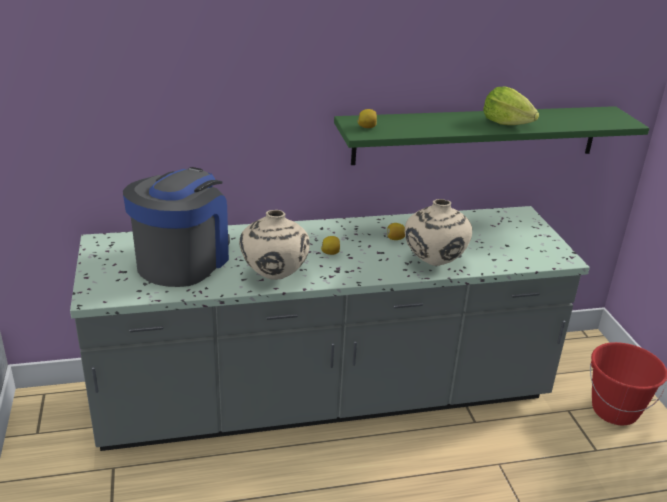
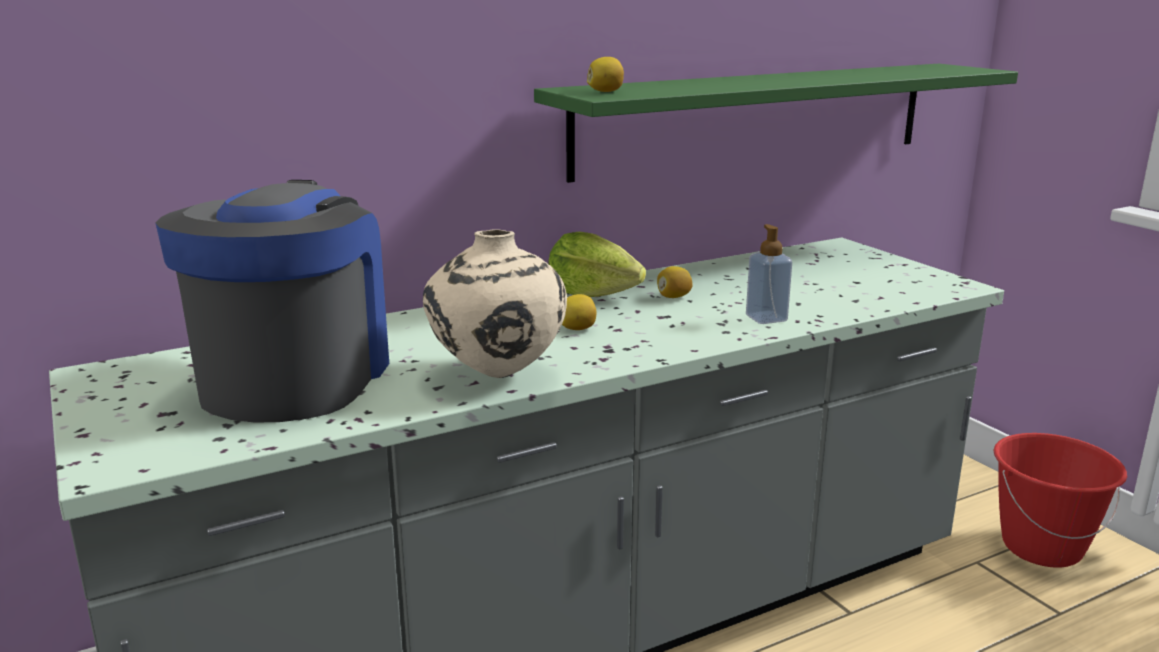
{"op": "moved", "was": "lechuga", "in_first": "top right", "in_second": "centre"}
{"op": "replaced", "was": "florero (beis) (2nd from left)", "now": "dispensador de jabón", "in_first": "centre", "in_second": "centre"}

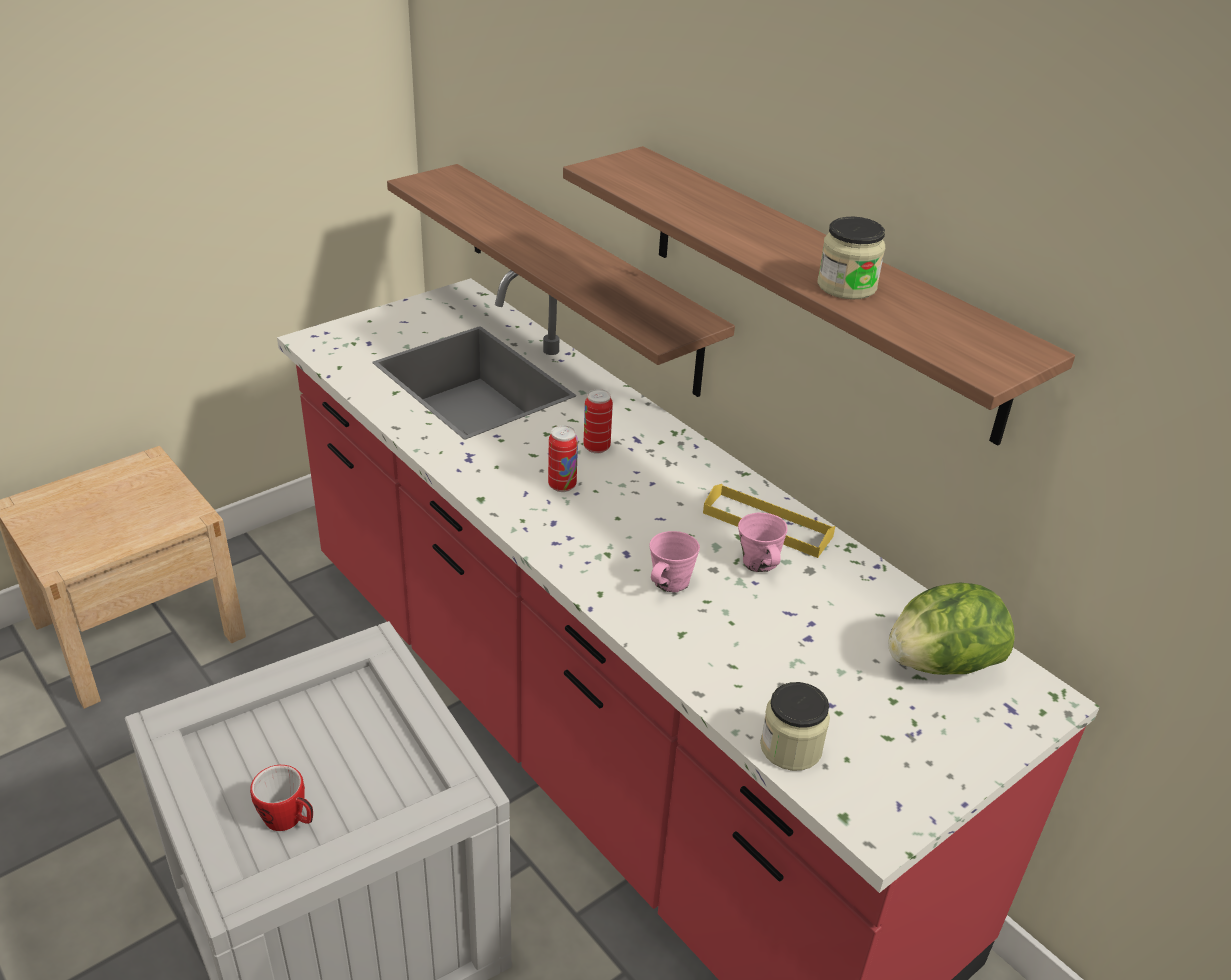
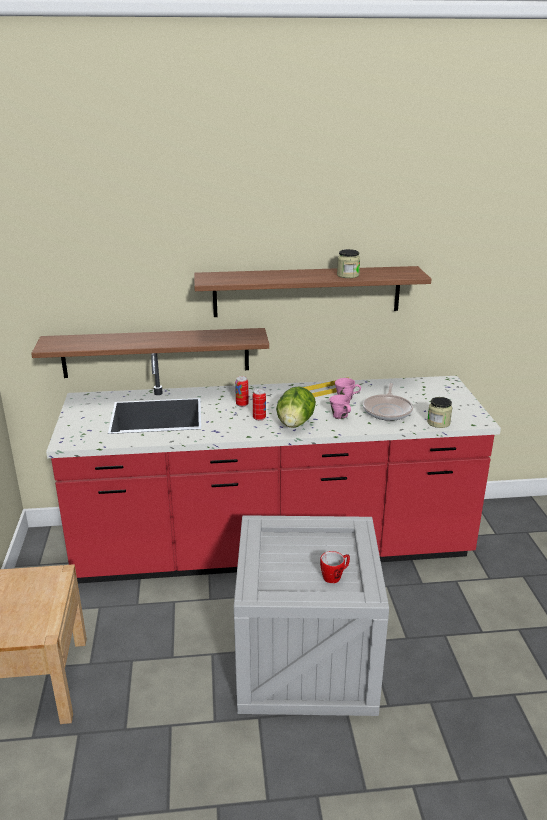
{"op": "added", "now": "sartén", "in_second": "middle right"}
{"op": "moved", "was": "lechuga", "in_first": "middle right", "in_second": "centre"}

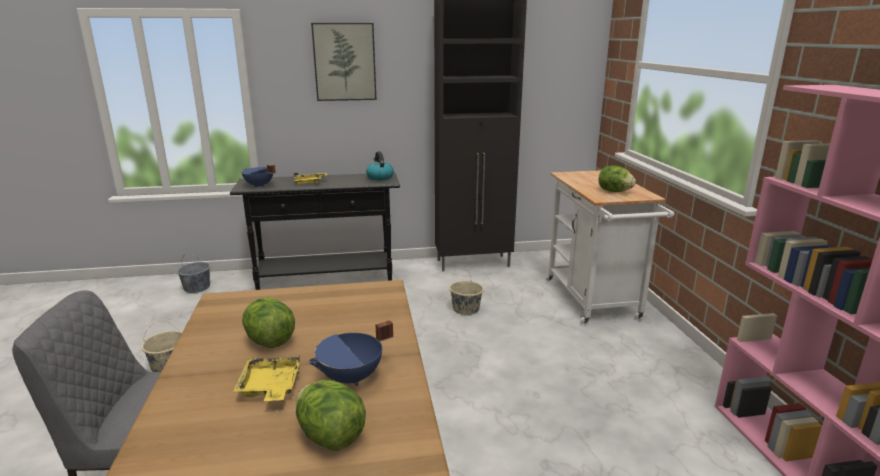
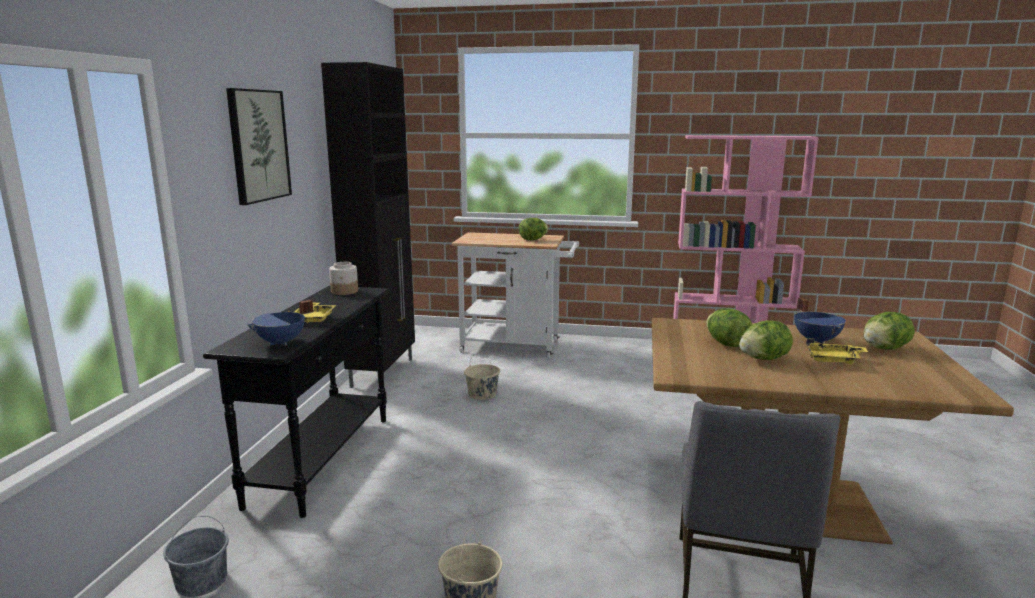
{"op": "added", "now": "lechuga (2nd from left)", "in_second": "middle right"}
{"op": "replaced", "was": "hervidor", "now": "tarro", "in_first": "centre", "in_second": "middle left"}

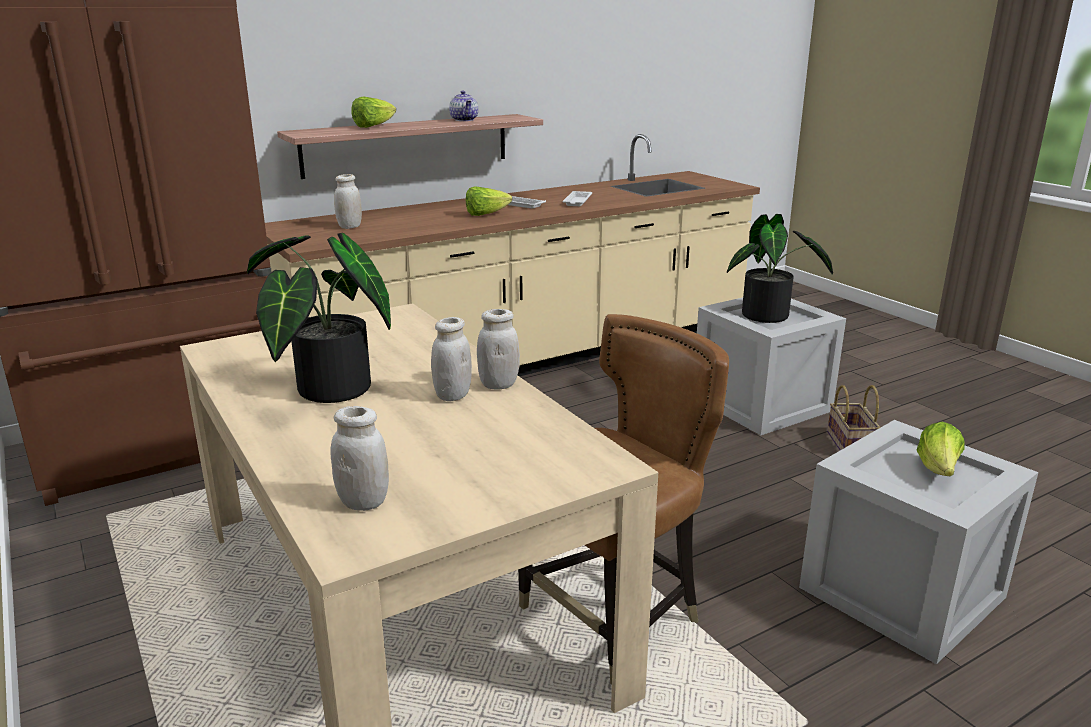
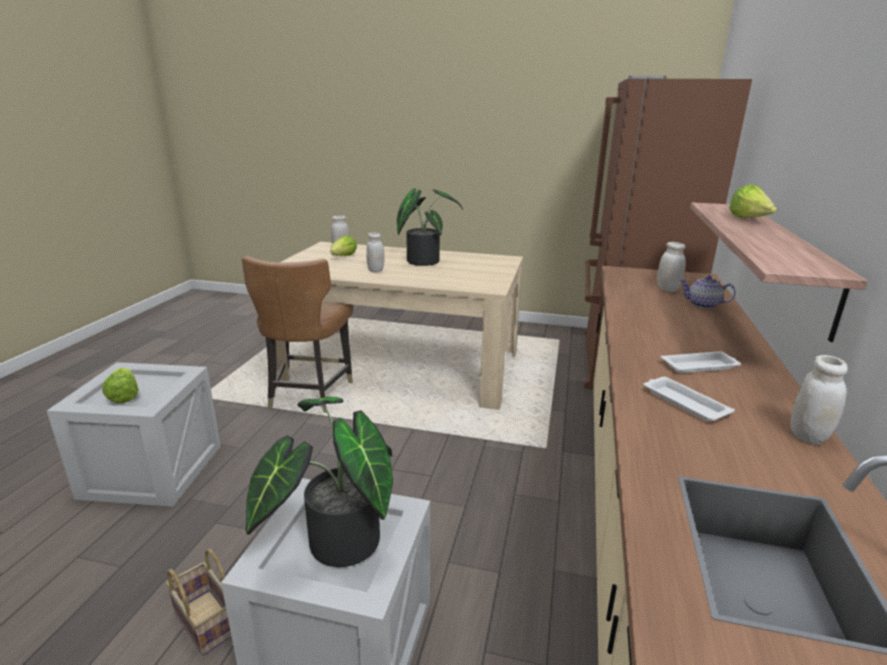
{"op": "moved", "was": "tetera", "in_first": "top centre", "in_second": "middle right"}
{"op": "moved", "was": "lechuga (2nd from left)", "in_first": "top centre", "in_second": "centre"}
{"op": "moved", "was": "tarro (blanco) (4th from left)", "in_first": "centre", "in_second": "middle right"}

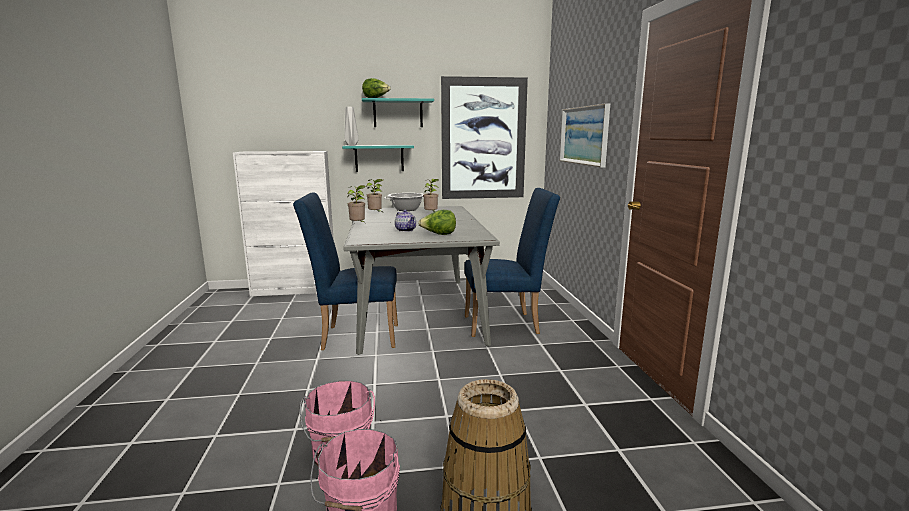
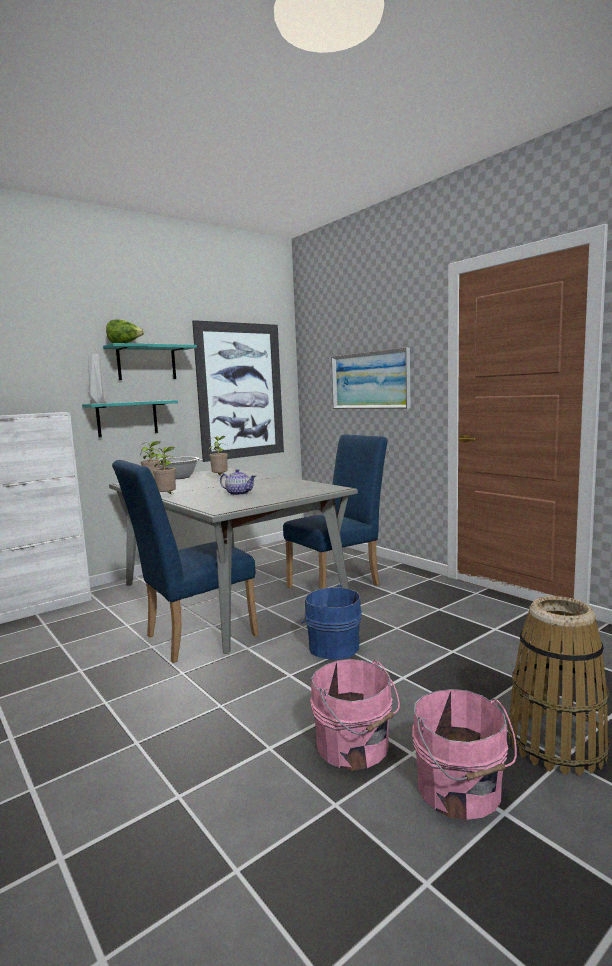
{"op": "removed", "was": "lechuga (2nd from left)", "in_first": "centre"}
{"op": "added", "now": "cubo (azul)", "in_second": "centre"}

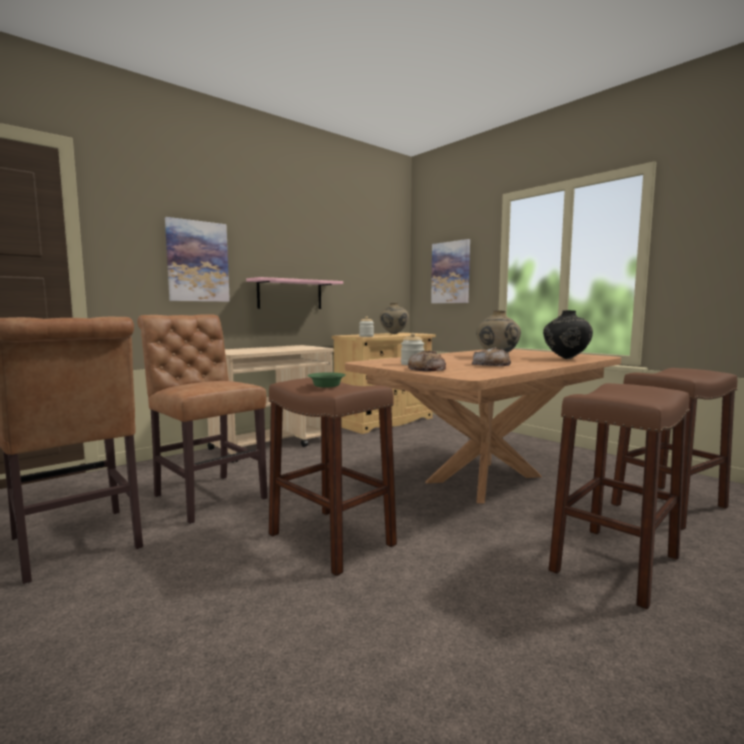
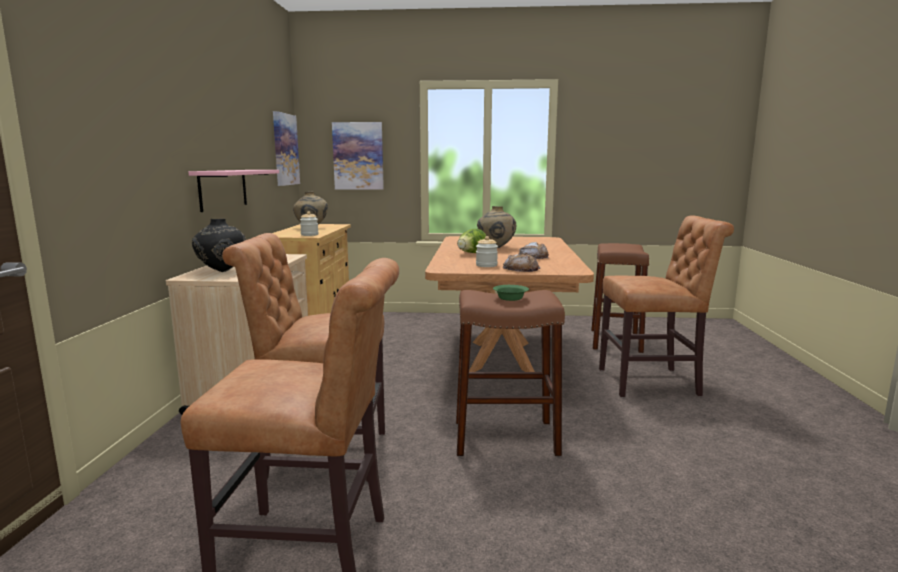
{"op": "added", "now": "lechuga", "in_second": "centre"}
{"op": "moved", "was": "cuadro (1st from left)", "in_first": "middle left", "in_second": "top left"}
{"op": "moved", "was": "florero (negro)", "in_first": "middle right", "in_second": "middle left"}
{"op": "replaced", "was": "taburete (marrón) (2nd from left)", "now": "silla (marrón) (3rd from left)", "in_first": "bottom right", "in_second": "middle right"}

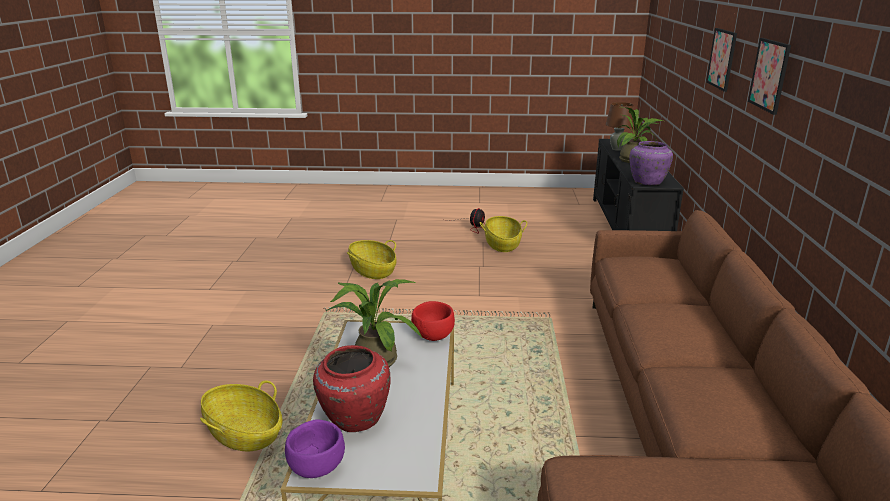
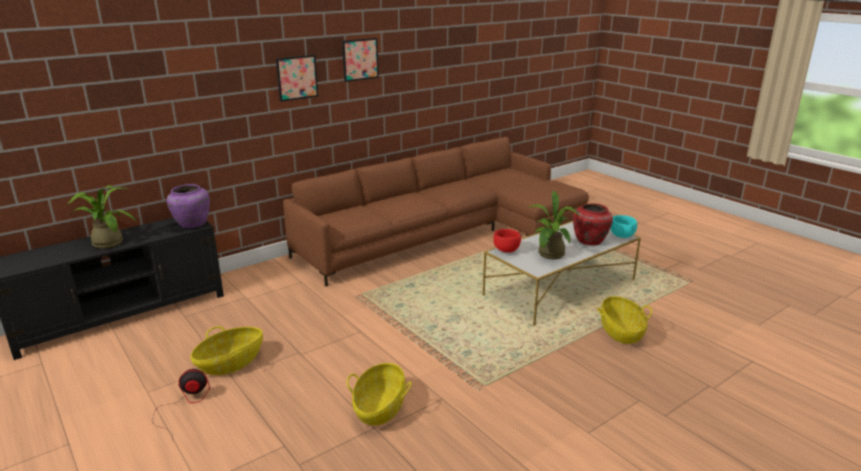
{"op": "removed", "was": "lámpara de mesa (marrón)", "in_first": "top right"}
{"op": "moved", "was": "cuadro (1st from left in the first image)", "now": "cuadro (2nd from left)", "in_first": "top right", "in_second": "top centre"}
{"op": "recoloured", "was": "cuenco (morado)", "now": "cuenco (turquesa)", "in_first": "bottom centre", "in_second": "middle right"}

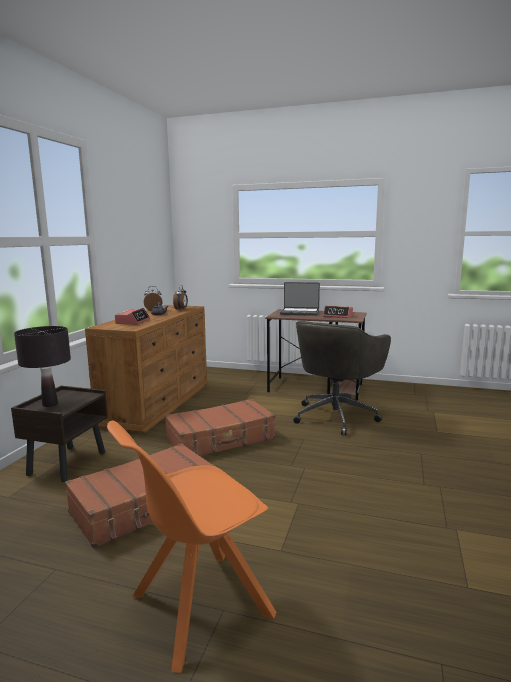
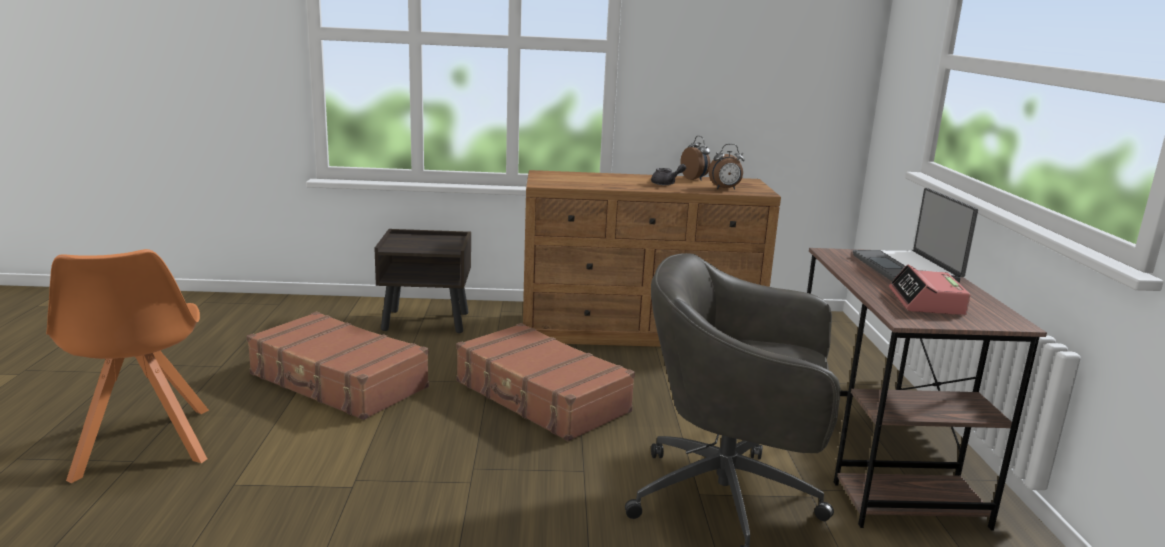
{"op": "removed", "was": "lámpara de mesa (negro)", "in_first": "middle left"}
{"op": "removed", "was": "despertador (1st from left)", "in_first": "middle left"}
{"op": "turned", "was": "silla (naranja)", "in_first": "bottom centre", "in_second": "bottom left", "clockwise": -150}

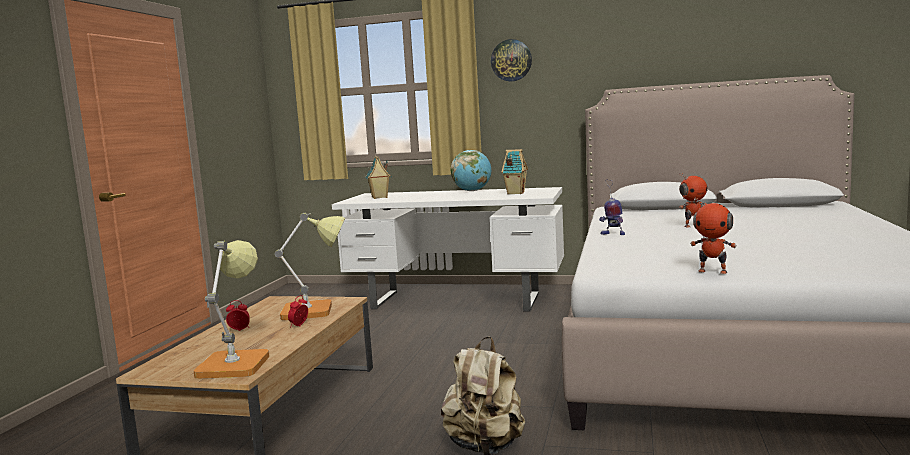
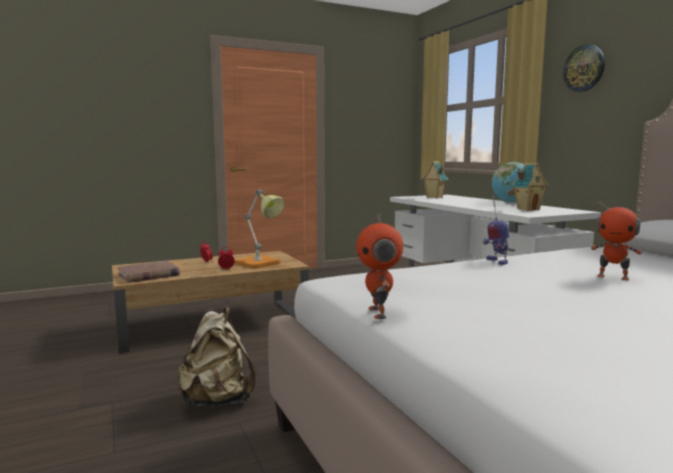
{"op": "replaced", "was": "lámpara de mesa (1st from left)", "now": "libro (marrón)", "in_first": "bottom left", "in_second": "middle left"}

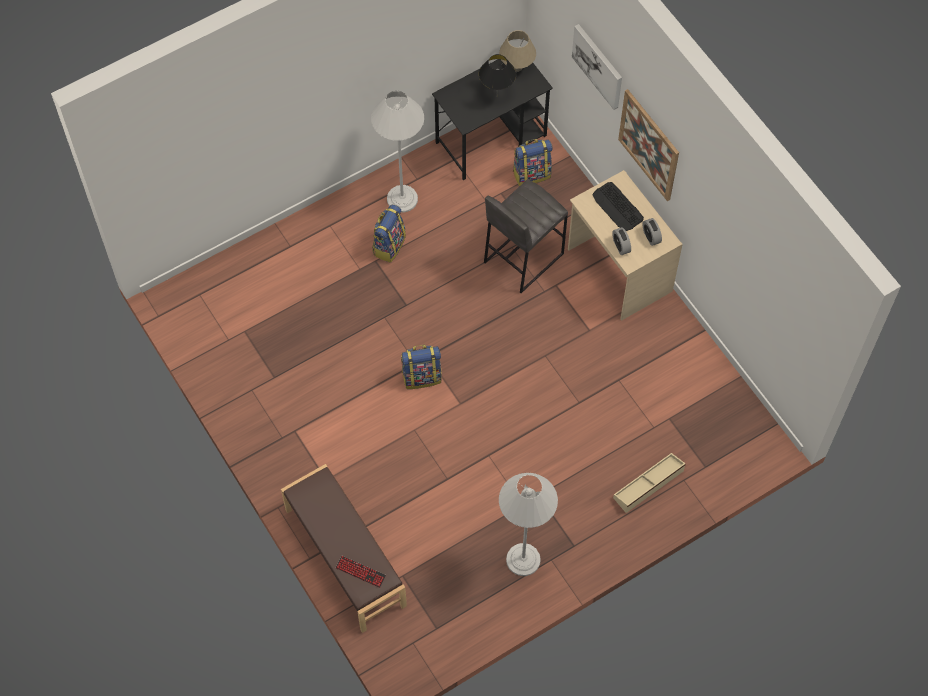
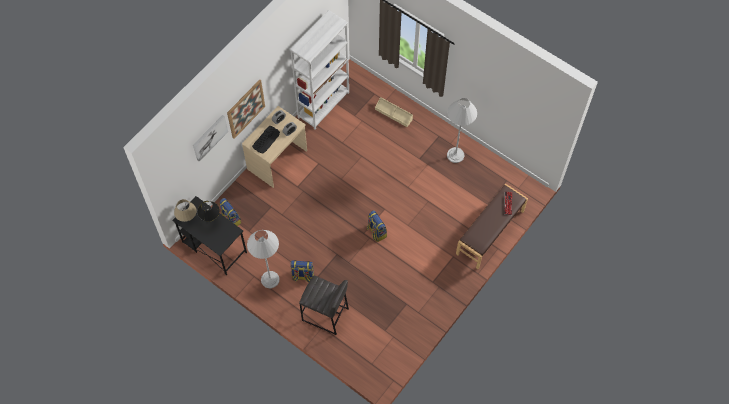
{"op": "added", "now": "estantería (blanco)", "in_second": "top centre"}
{"op": "moved", "was": "taburete (gris)", "in_first": "centre", "in_second": "bottom centre"}

